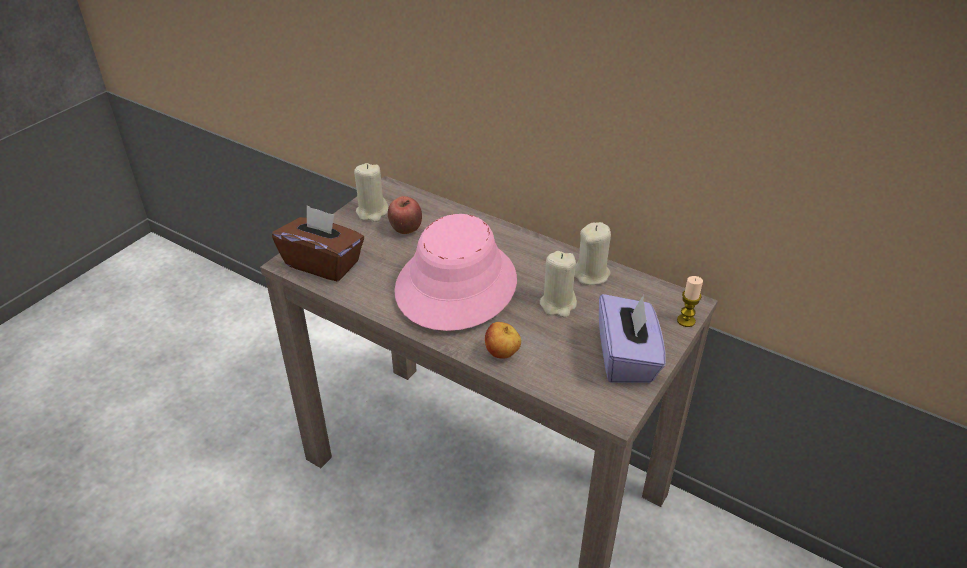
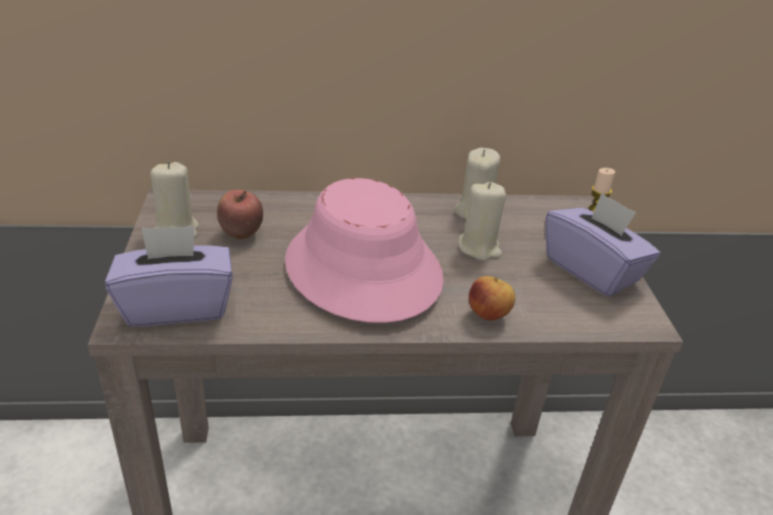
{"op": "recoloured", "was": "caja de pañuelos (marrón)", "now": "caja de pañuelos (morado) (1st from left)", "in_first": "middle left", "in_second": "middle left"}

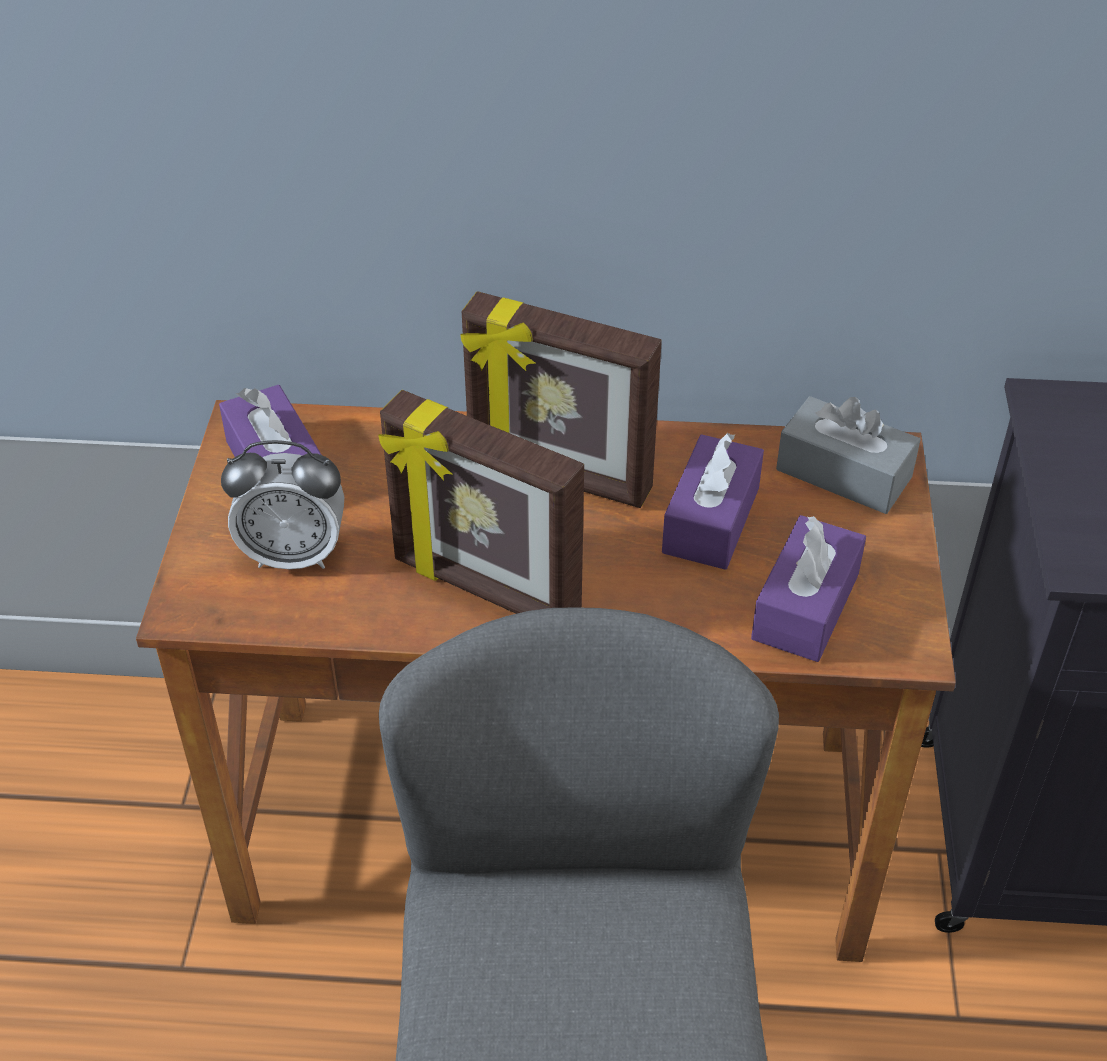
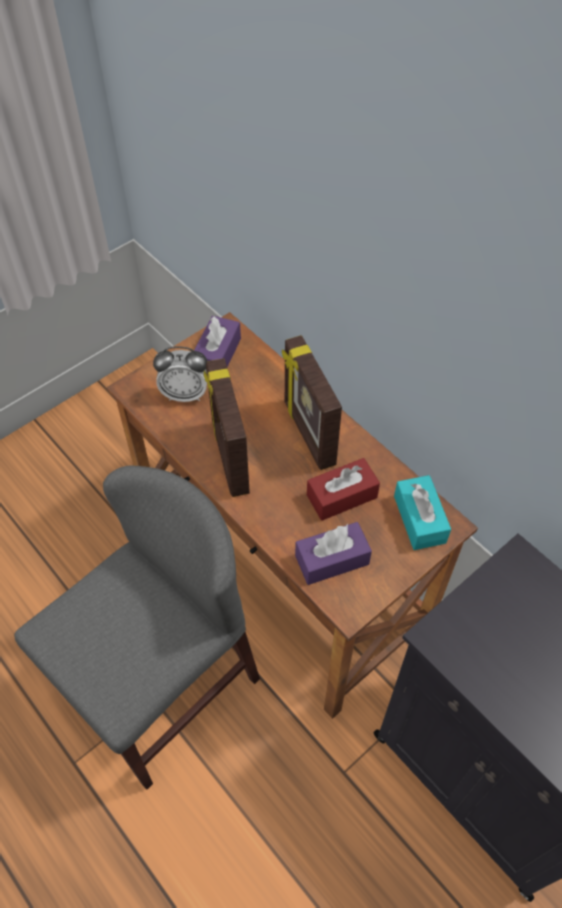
{"op": "recoloured", "was": "caja de pañuelos (morado) (2nd from left)", "now": "caja de pañuelos (rojo)", "in_first": "centre", "in_second": "centre"}
{"op": "recoloured", "was": "caja de pañuelos (gris)", "now": "caja de pañuelos (turquesa)", "in_first": "middle right", "in_second": "middle right"}
{"op": "turned", "was": "despertador", "in_first": "middle left", "in_second": "middle left", "clockwise": -45}

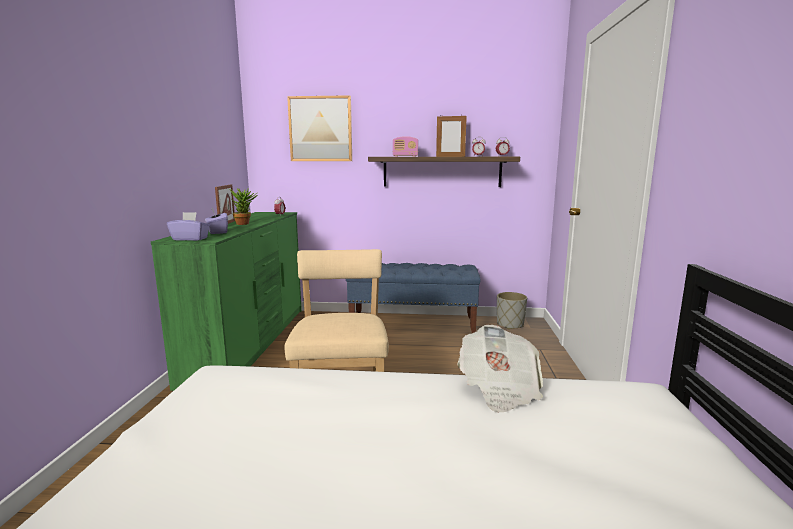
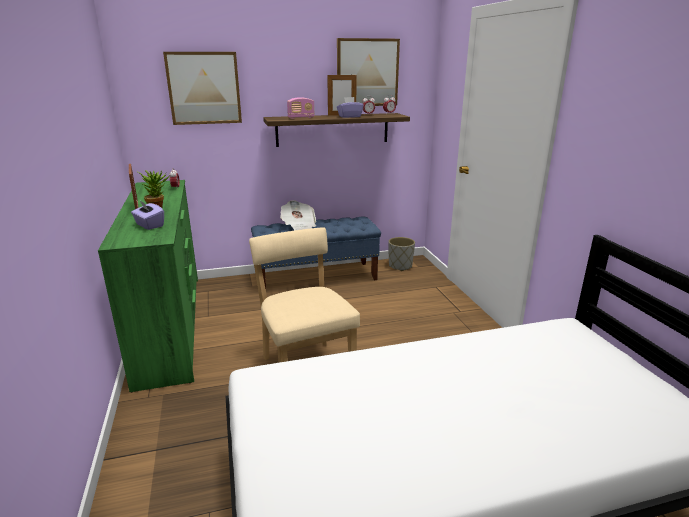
{"op": "added", "now": "cuadro (2nd from left)", "in_second": "top centre"}
{"op": "moved", "was": "caja de pañuelos (morado) (1st from left in the first image)", "now": "caja de pañuelos (morado) (2nd from left)", "in_first": "middle left", "in_second": "top centre"}
{"op": "moved", "was": "periódico", "in_first": "bottom centre", "in_second": "centre"}

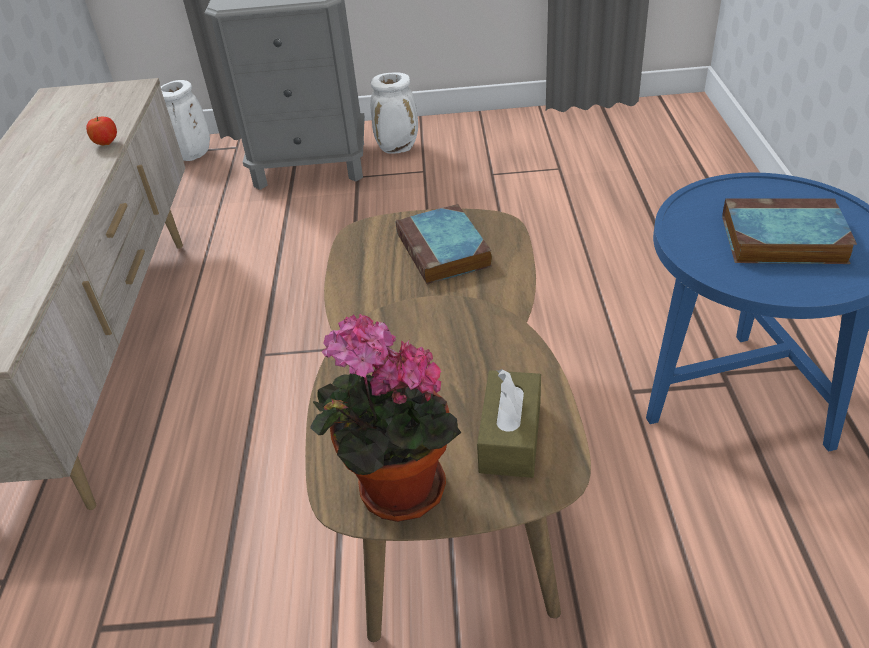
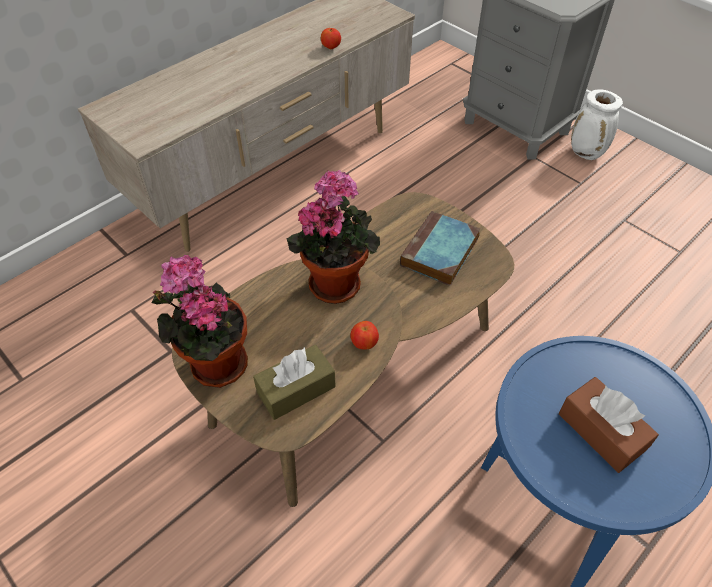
{"op": "removed", "was": "florero (blanco) (1st from left)", "in_first": "top left"}
{"op": "added", "now": "planta en maceta (2nd from left)", "in_second": "centre"}
{"op": "added", "now": "manzana (2nd from left)", "in_second": "centre"}
{"op": "replaced", "was": "libro (2nd from left)", "now": "caja de pañuelos (marrón) (2nd from left)", "in_first": "middle right", "in_second": "bottom right"}

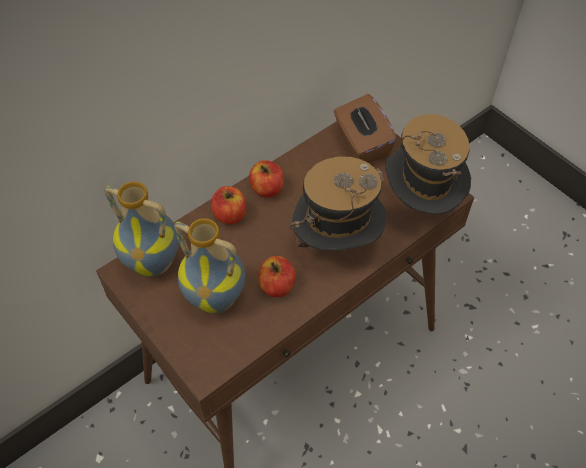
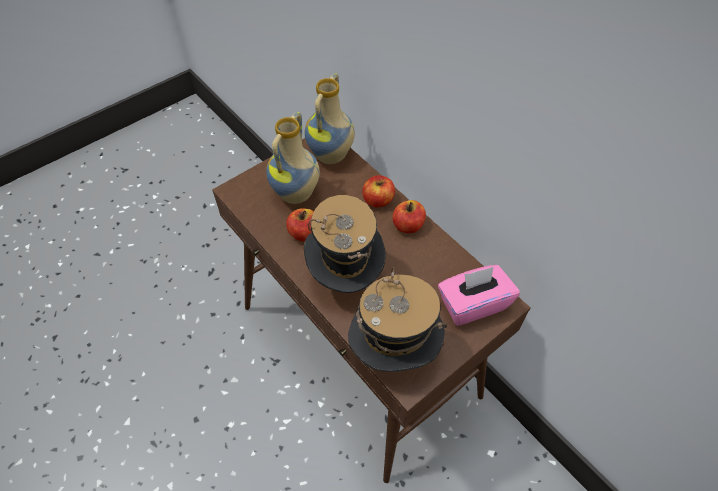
{"op": "recoloured", "was": "caja de pañuelos (marrón)", "now": "caja de pañuelos (rosa)", "in_first": "top centre", "in_second": "middle right"}

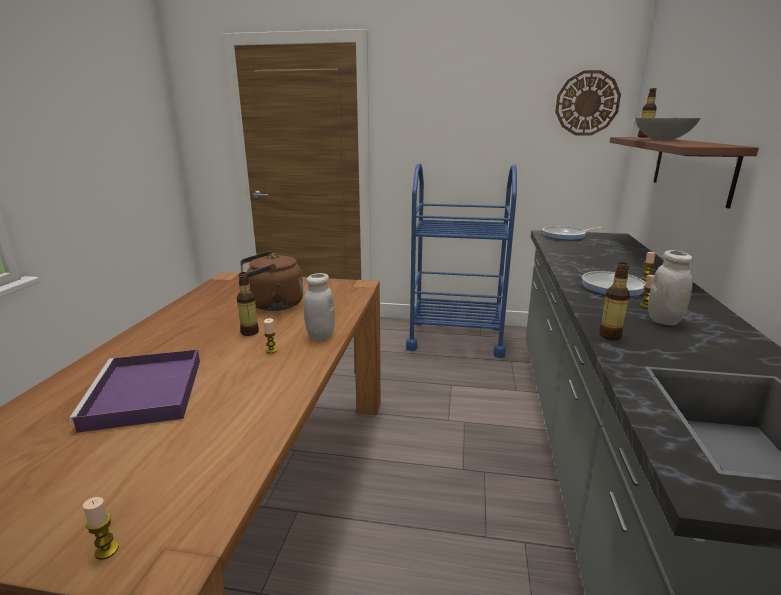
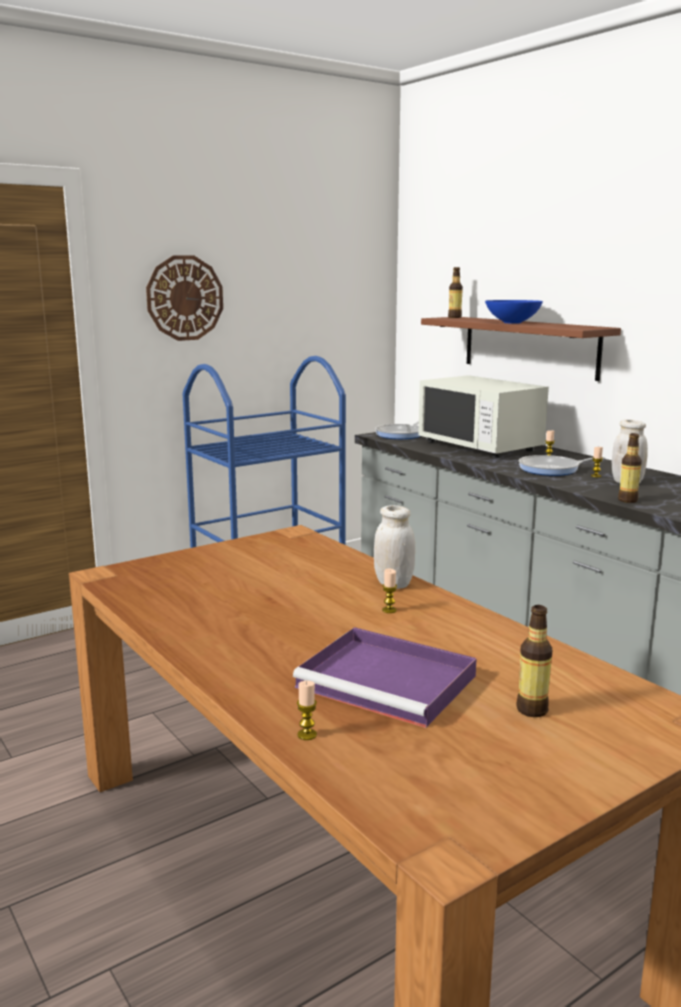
{"op": "removed", "was": "hervidor (marrón)", "in_first": "centre"}
{"op": "added", "now": "microondas (blanco)", "in_second": "middle right"}
{"op": "moved", "was": "vela (1st from left)", "in_first": "bottom left", "in_second": "bottom centre"}
{"op": "moved", "was": "botella (1st from left in the first image)", "now": "botella (2nd from left)", "in_first": "middle left", "in_second": "middle right"}
{"op": "moved", "was": "reloj de pared", "in_first": "top right", "in_second": "top left"}
{"op": "recoloured", "was": "cuenco (gris)", "now": "cuenco (azul)", "in_first": "top right", "in_second": "top right"}

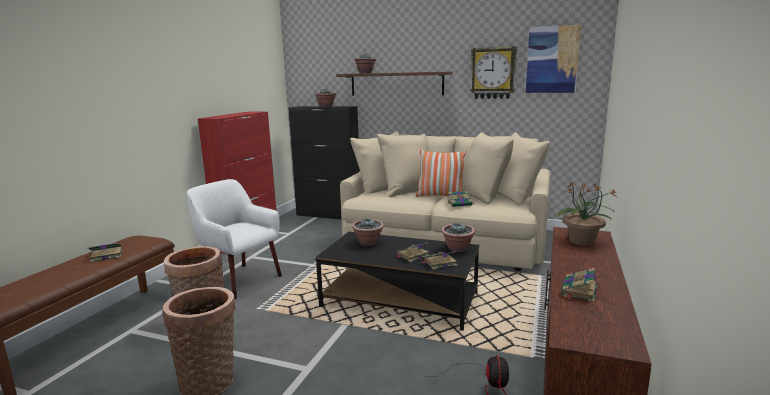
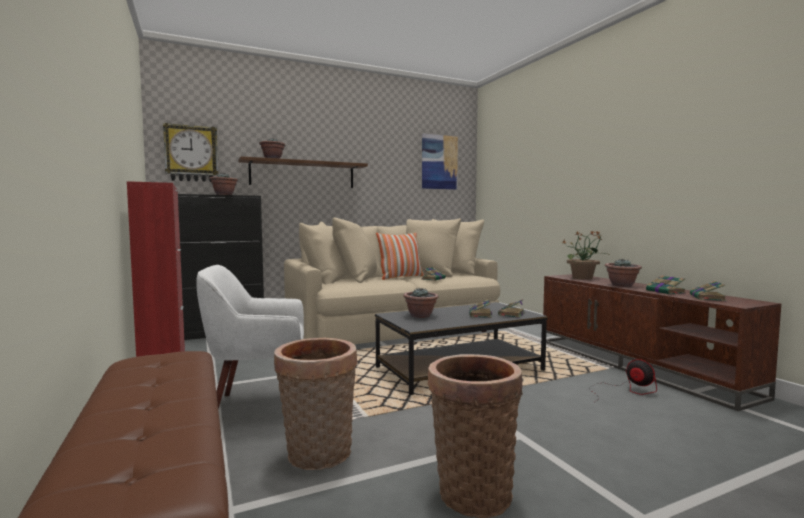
{"op": "moved", "was": "libro (1st from left in the first image)", "now": "libro (5th from left)", "in_first": "middle left", "in_second": "middle right"}
{"op": "moved", "was": "planta en maceta (4th from left in the first image)", "now": "planta en maceta (5th from left)", "in_first": "centre", "in_second": "middle right"}
{"op": "moved", "was": "reloj de pared", "in_first": "top centre", "in_second": "top left"}

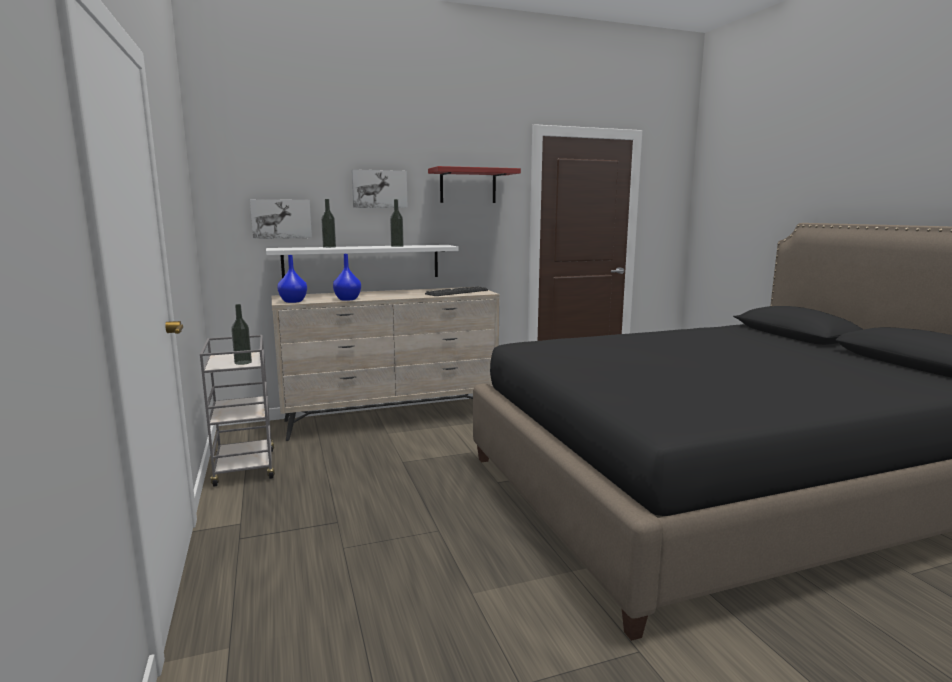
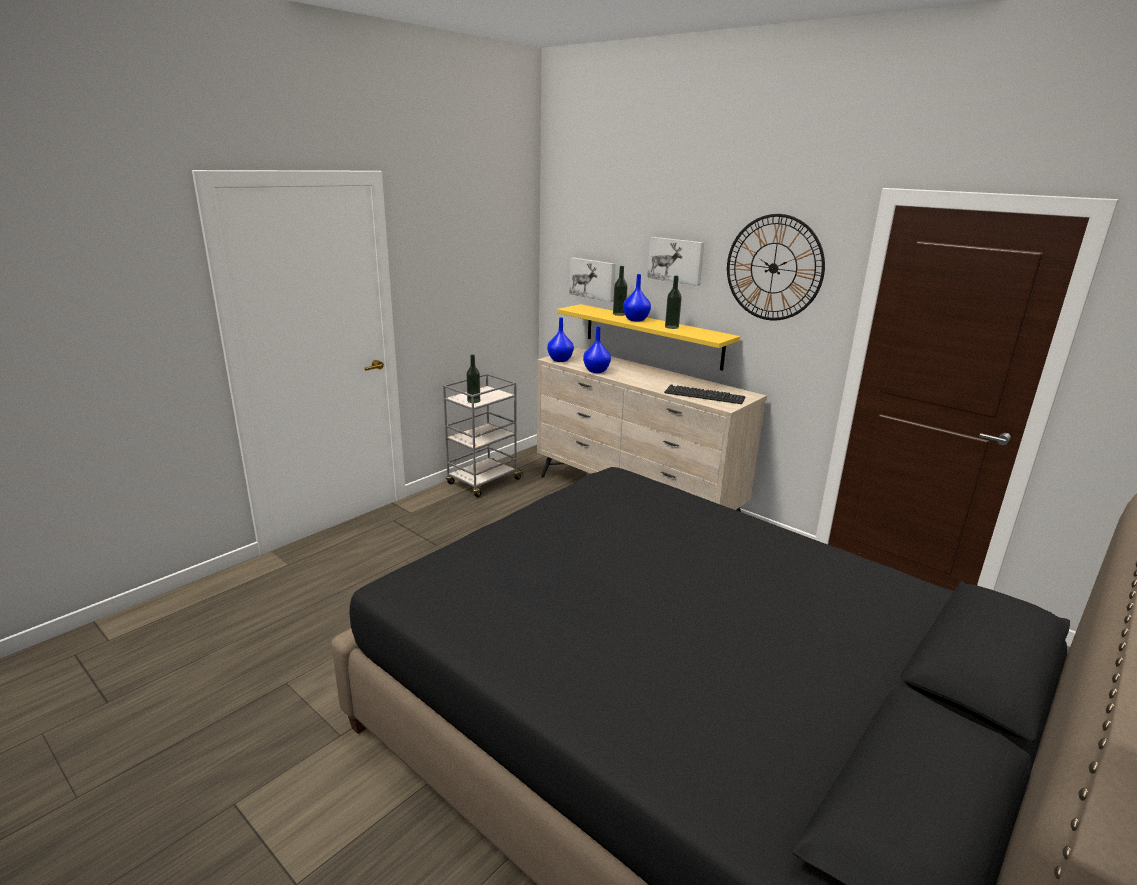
{"op": "added", "now": "florero (azul) (3rd from left)", "in_second": "centre"}
{"op": "replaced", "was": "estante (rojo)", "now": "reloj de pared", "in_first": "top centre", "in_second": "top right"}
{"op": "recoloured", "was": "estante (blanco)", "now": "estante (amarillo)", "in_first": "centre", "in_second": "centre"}

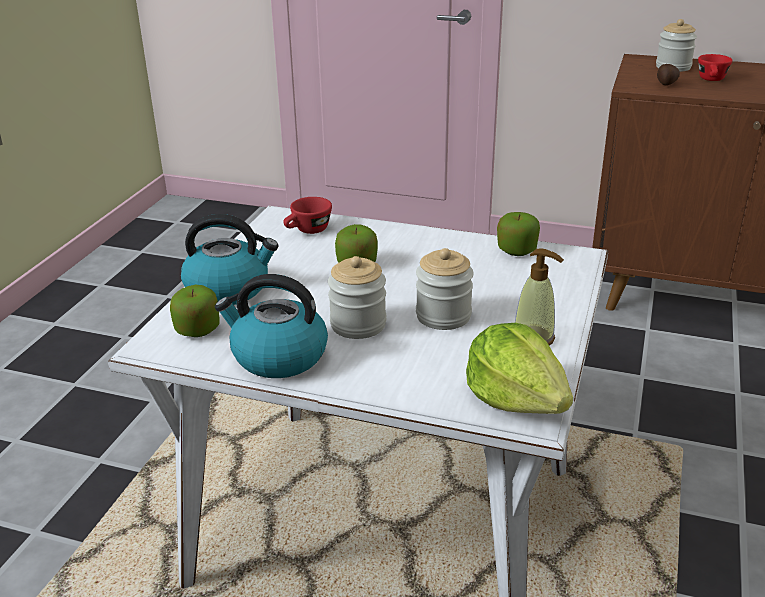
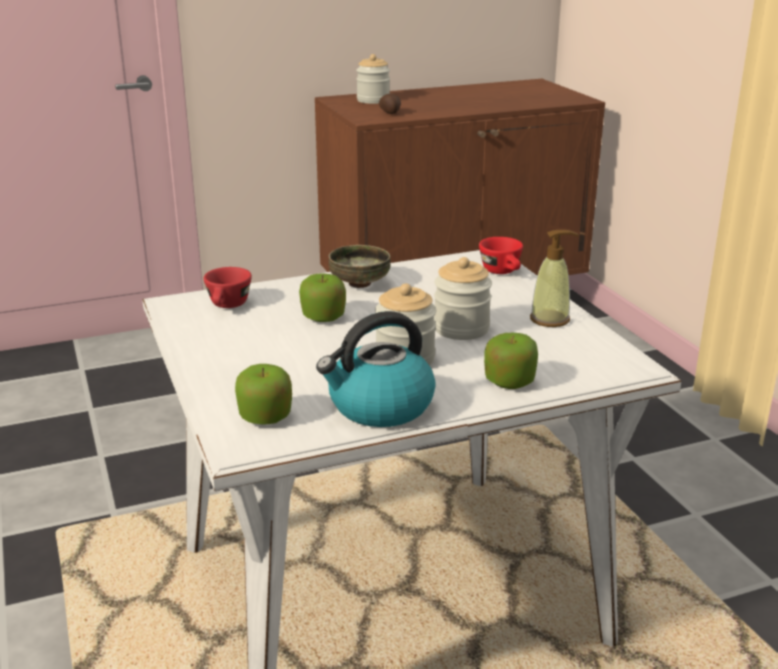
{"op": "removed", "was": "hervidor (1st from left)", "in_first": "middle left"}
{"op": "removed", "was": "lechuga", "in_first": "middle right"}
{"op": "added", "now": "cuenco", "in_second": "centre"}
{"op": "moved", "was": "manzana (3rd from left)", "in_first": "middle right", "in_second": "centre"}
{"op": "moved", "was": "taza (rojo) (2nd from left)", "in_first": "top right", "in_second": "centre"}

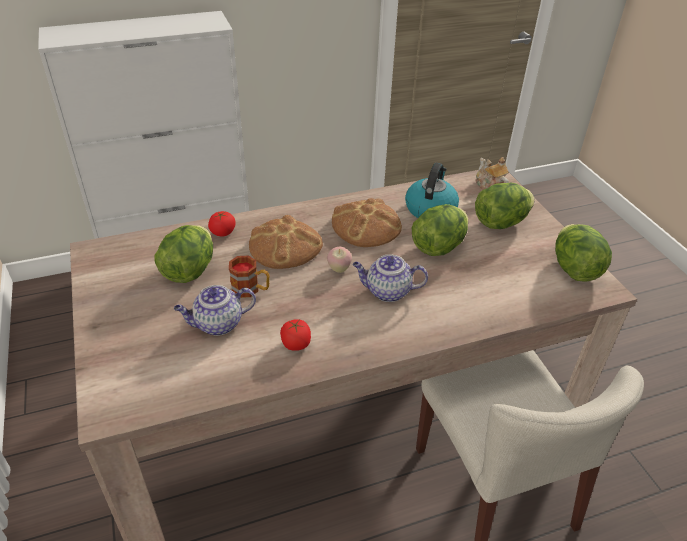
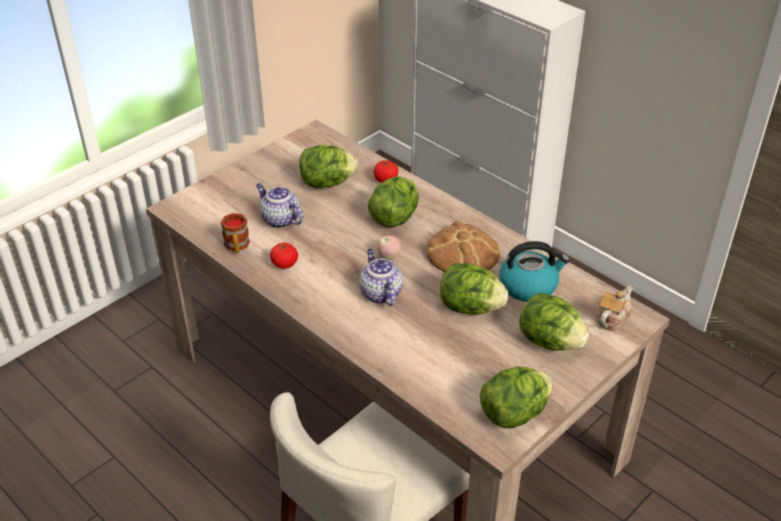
{"op": "moved", "was": "taza grande", "in_first": "centre", "in_second": "middle left"}
{"op": "replaced", "was": "pan (1st from left)", "now": "lechuga (2nd from left)", "in_first": "centre", "in_second": "centre"}

